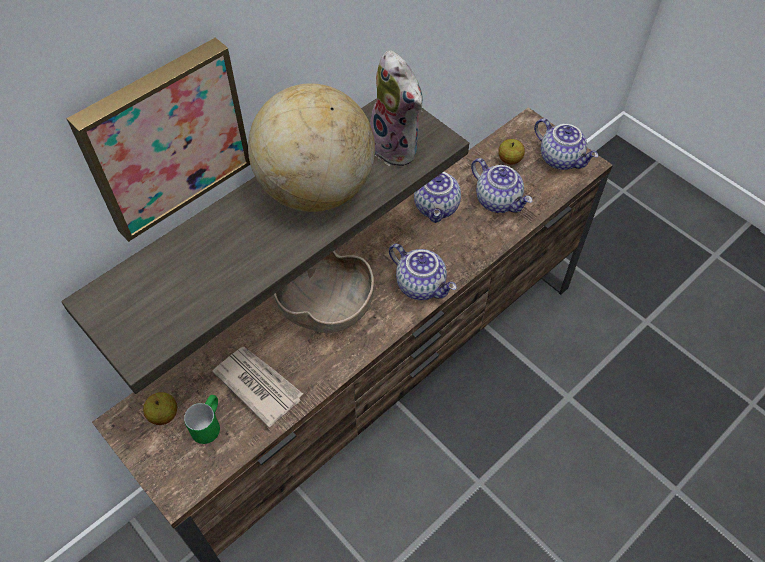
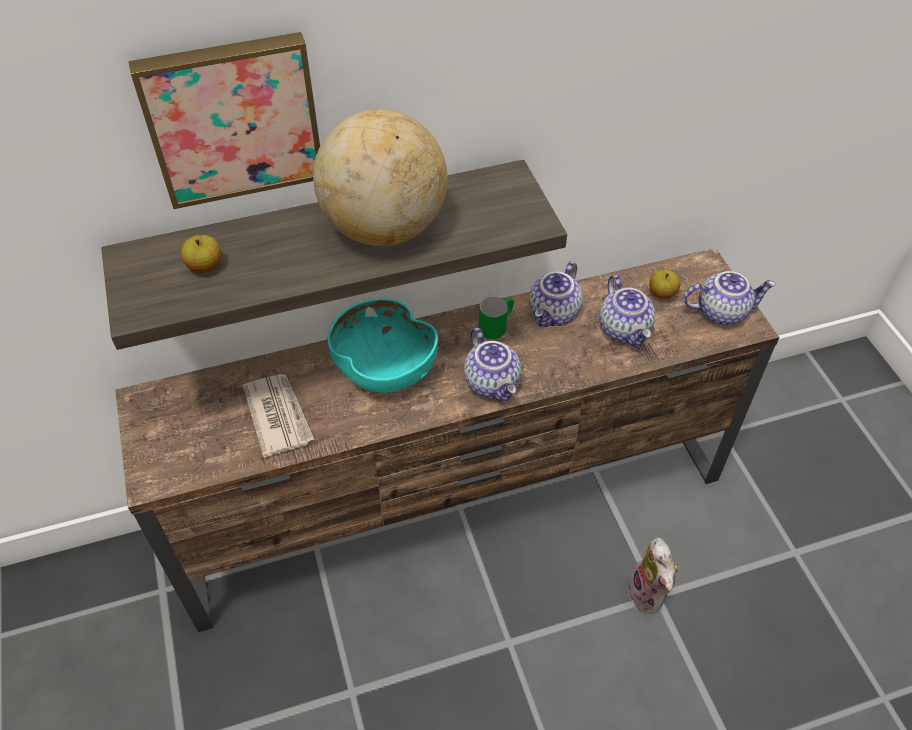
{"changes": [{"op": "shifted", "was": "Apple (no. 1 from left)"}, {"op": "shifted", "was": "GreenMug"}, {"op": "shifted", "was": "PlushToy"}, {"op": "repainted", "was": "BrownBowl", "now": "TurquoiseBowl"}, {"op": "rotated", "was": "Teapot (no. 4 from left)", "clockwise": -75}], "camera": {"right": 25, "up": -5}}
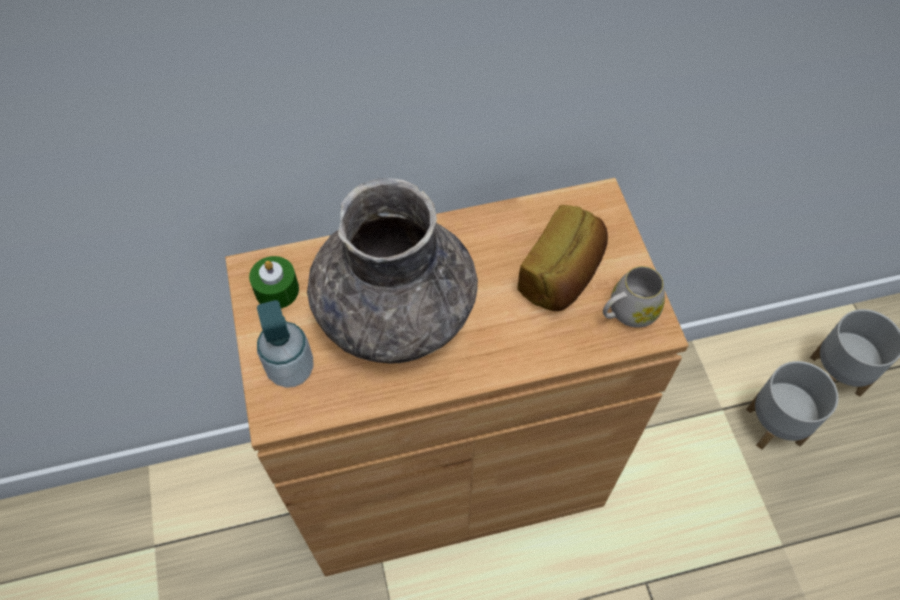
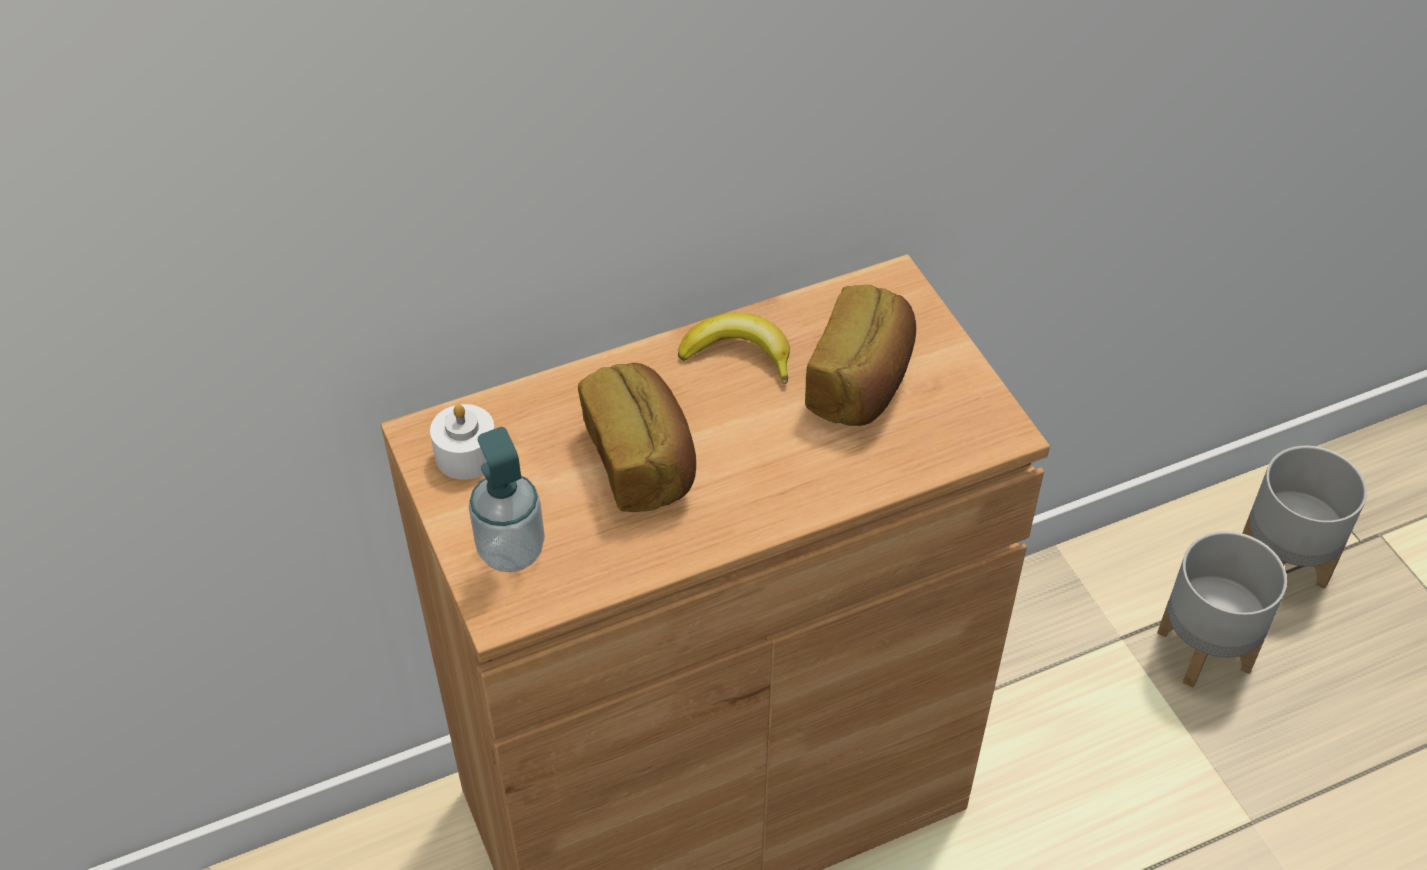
{"changes": [{"op": "gone", "was": "WhiteMug"}, {"op": "new", "now": "Banana"}, {"op": "swapped", "was": "GreyVase", "now": "Bread (no. 1 from left)"}, {"op": "repainted", "was": "GreenCandle", "now": "WhiteCandle"}], "camera": {"right": -10, "up": -10}}
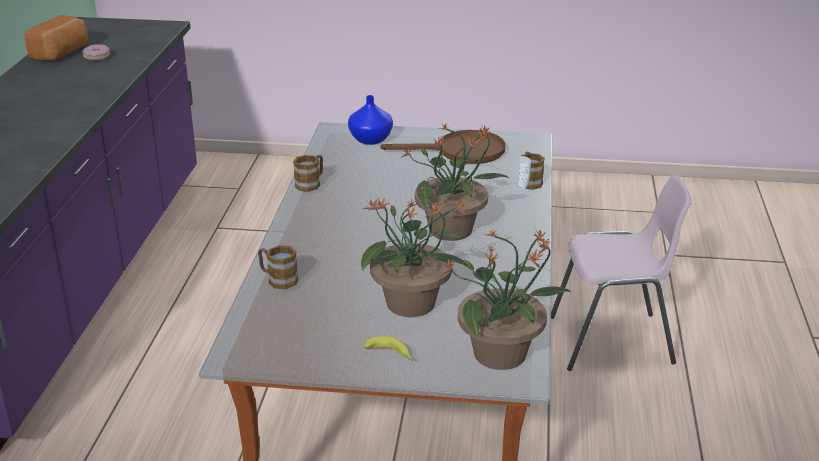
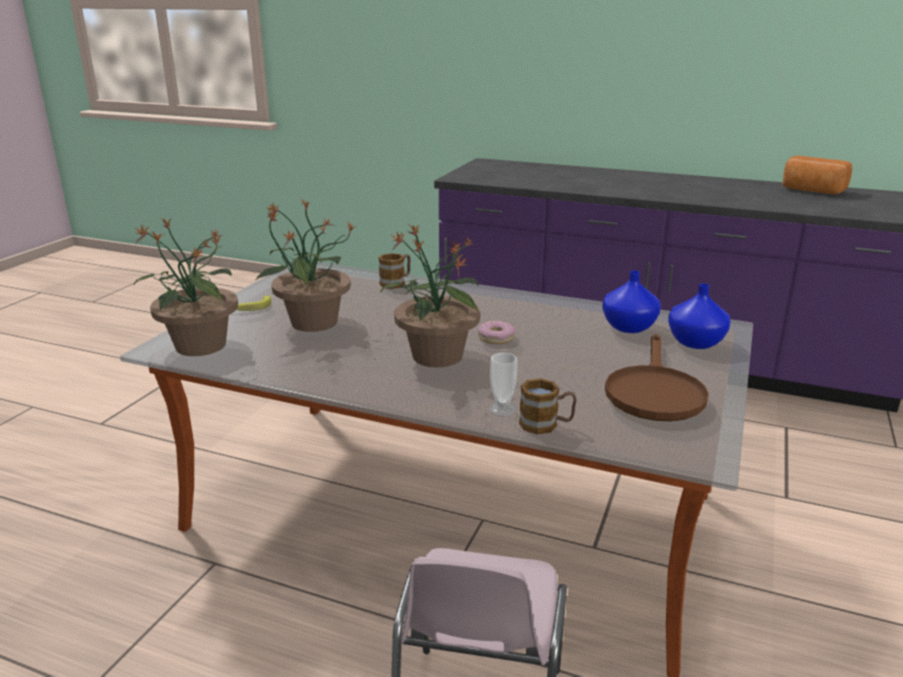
{"changes": [{"op": "gone", "was": "Mug (no. 2 from left)"}, {"op": "new", "now": "BlueVase (no. 1 from left)"}, {"op": "shifted", "was": "Donut"}], "camera": {"right": 105, "up": -5}}
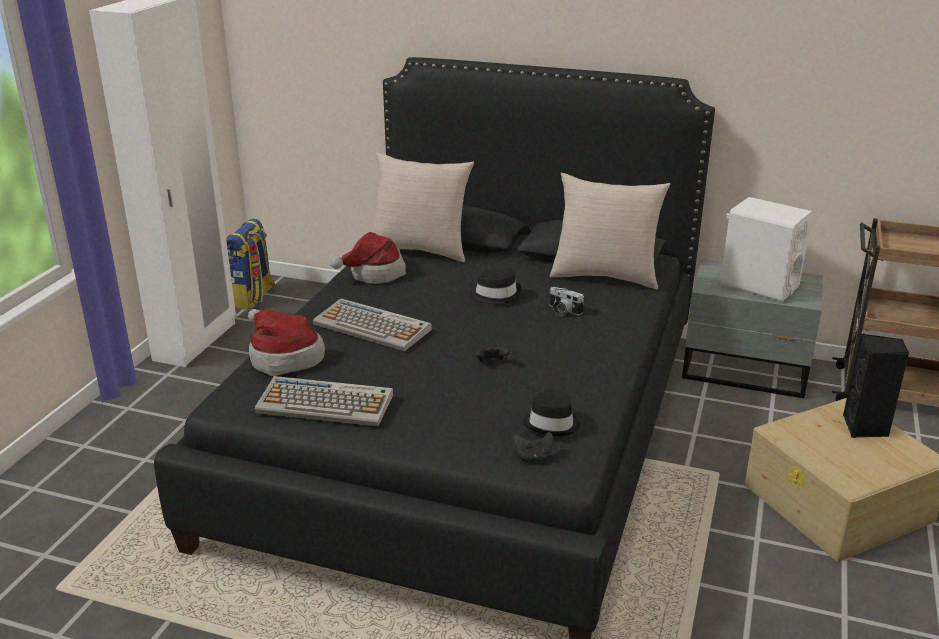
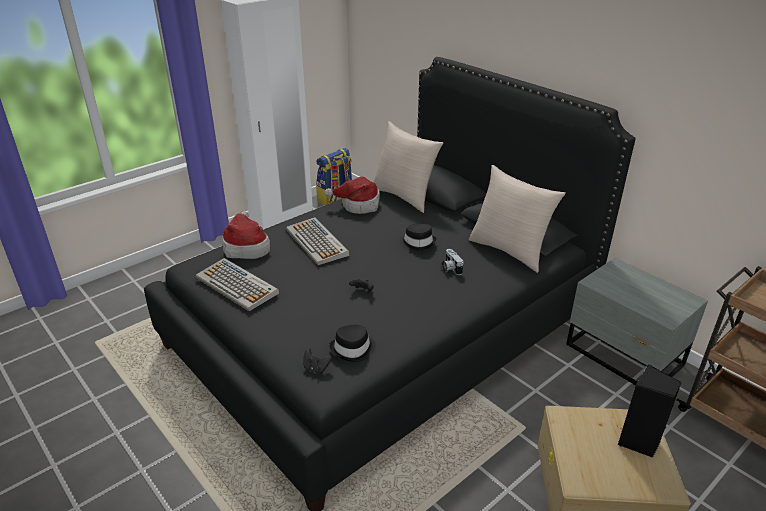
{"changes": [{"op": "gone", "was": "WhiteSpeaker"}], "camera": {"right": 30, "up": 5}}
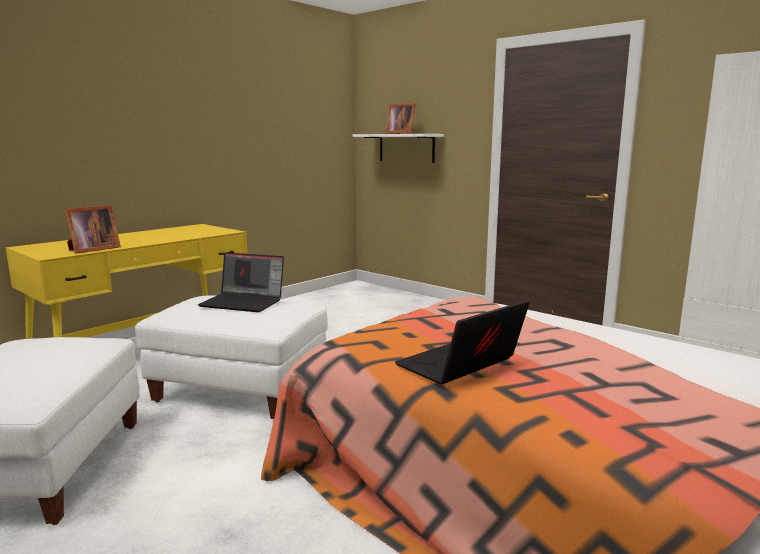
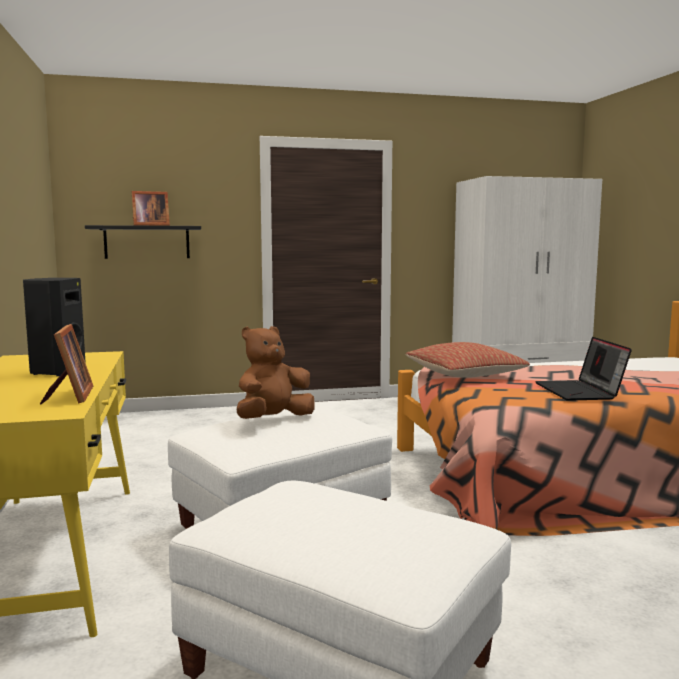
{"changes": [{"op": "new", "now": "BlackSpeaker"}, {"op": "new", "now": "Pillow"}, {"op": "swapped", "was": "Laptop (no. 1 from left)", "now": "BrownPlushToy"}, {"op": "repainted", "was": "WhiteShelf", "now": "BlackShelf"}], "camera": {"right": -55, "up": -5}}
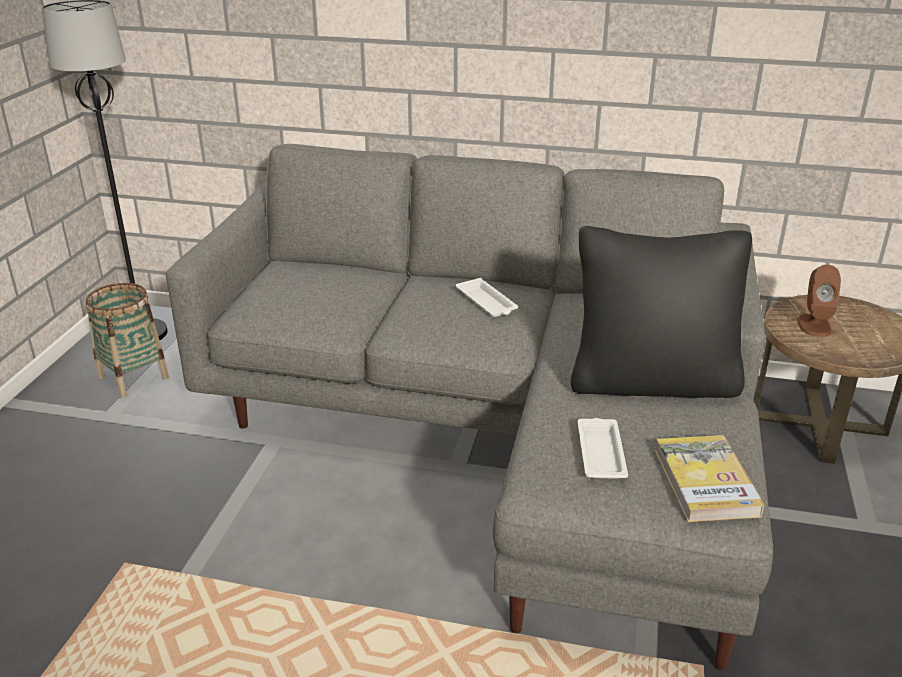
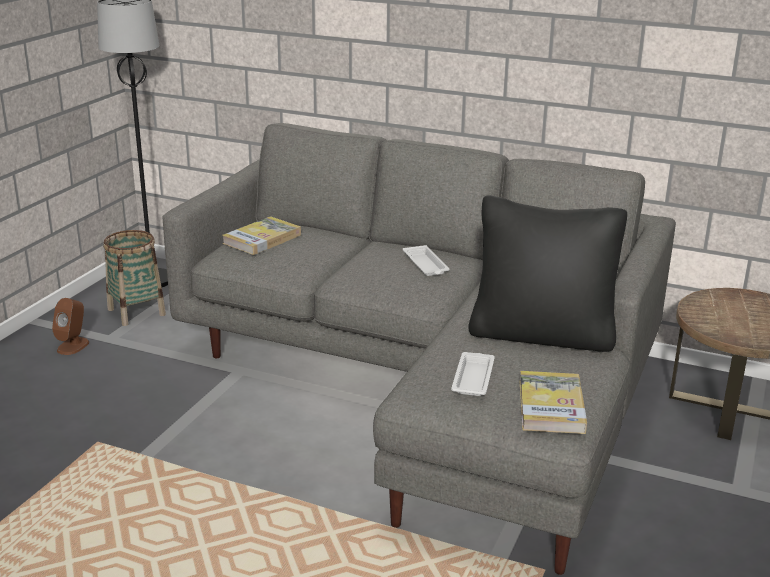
{"changes": [{"op": "new", "now": "Book (no. 1 from left)"}, {"op": "shifted", "was": "BrownSpeaker"}], "camera": {"right": 10, "up": -5}}
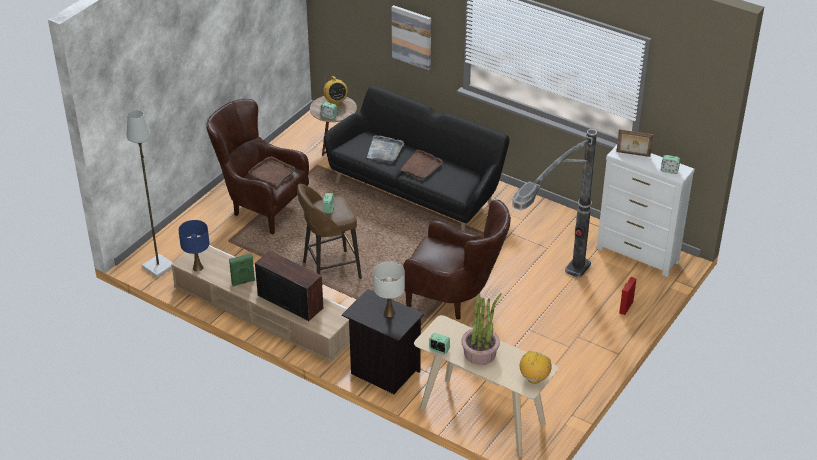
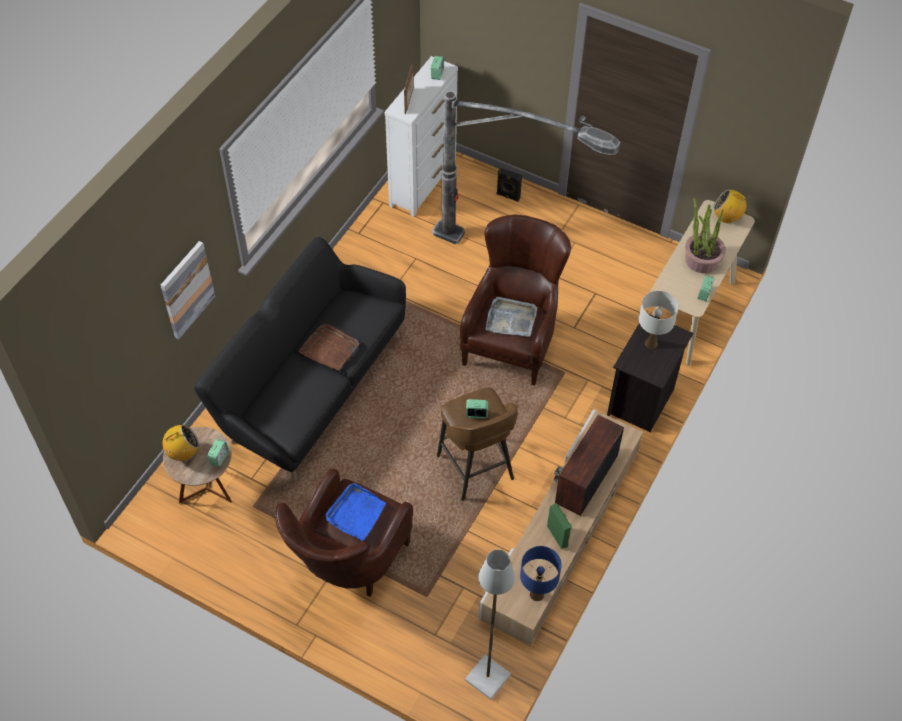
{"changes": [{"op": "shifted", "was": "GreyTray"}, {"op": "repainted", "was": "BrownTray (no. 1 from left)", "now": "BlueTray"}, {"op": "repainted", "was": "RedSpeaker", "now": "BlackSpeaker"}], "camera": {"right": -95, "up": 15}}
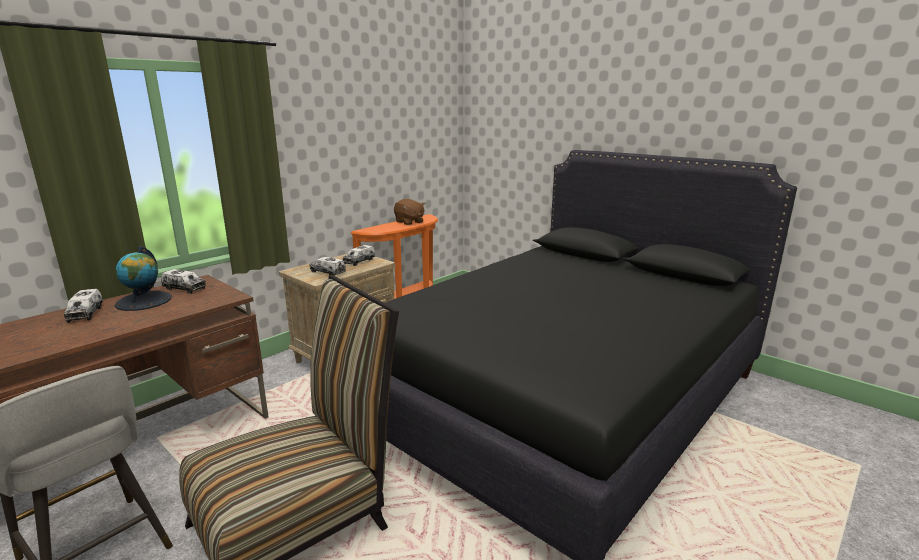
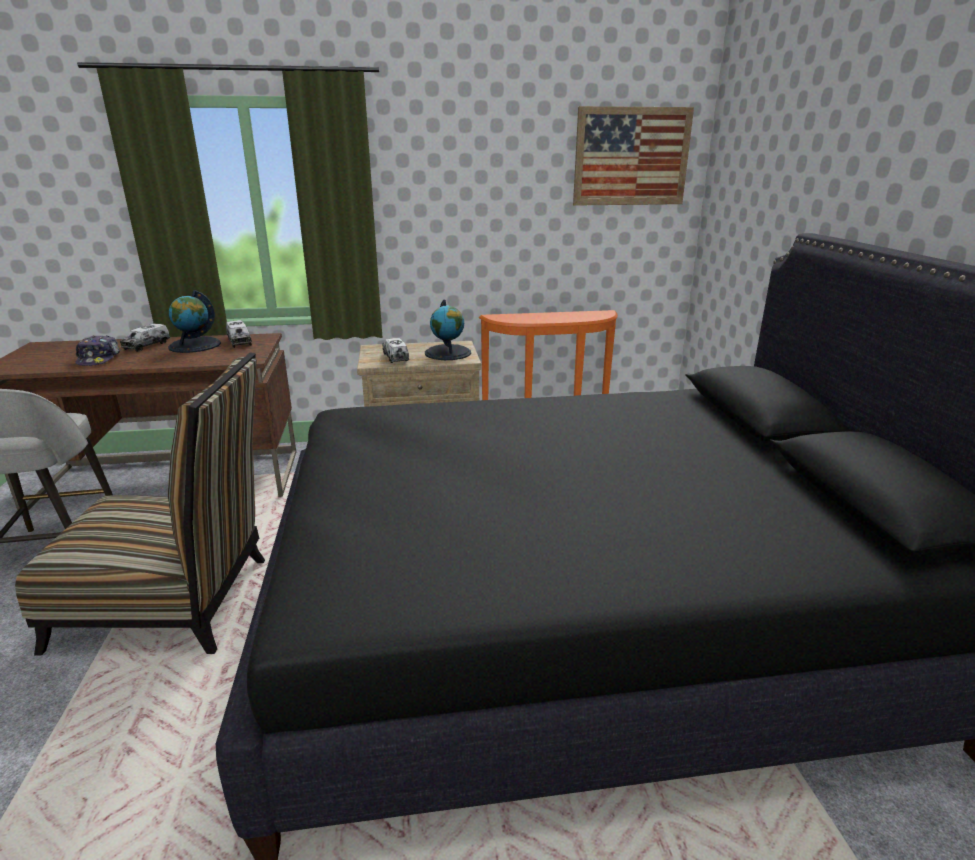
{"changes": [{"op": "gone", "was": "BrownPlushToy"}, {"op": "new", "now": "Cap"}, {"op": "new", "now": "Picture"}, {"op": "swapped", "was": "ToyTruck (no. 4 from left)", "now": "Globe (no. 2 from left)"}], "camera": {"right": 40, "up": 5}}
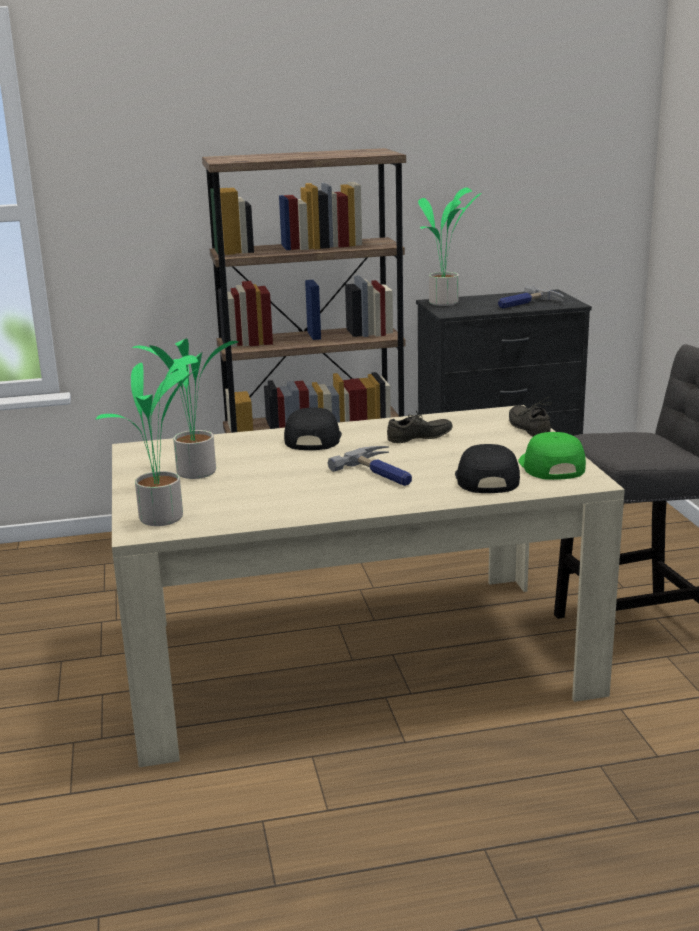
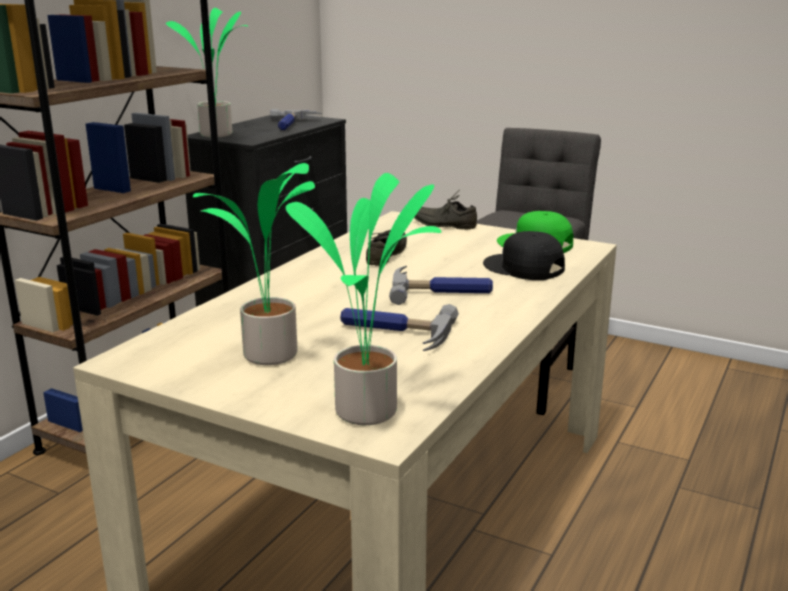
{"changes": [{"op": "gone", "was": "BlackCap (no. 1 from left)"}, {"op": "new", "now": "Hammer (no. 2 from left)"}], "camera": {"right": -50, "up": 0}}
